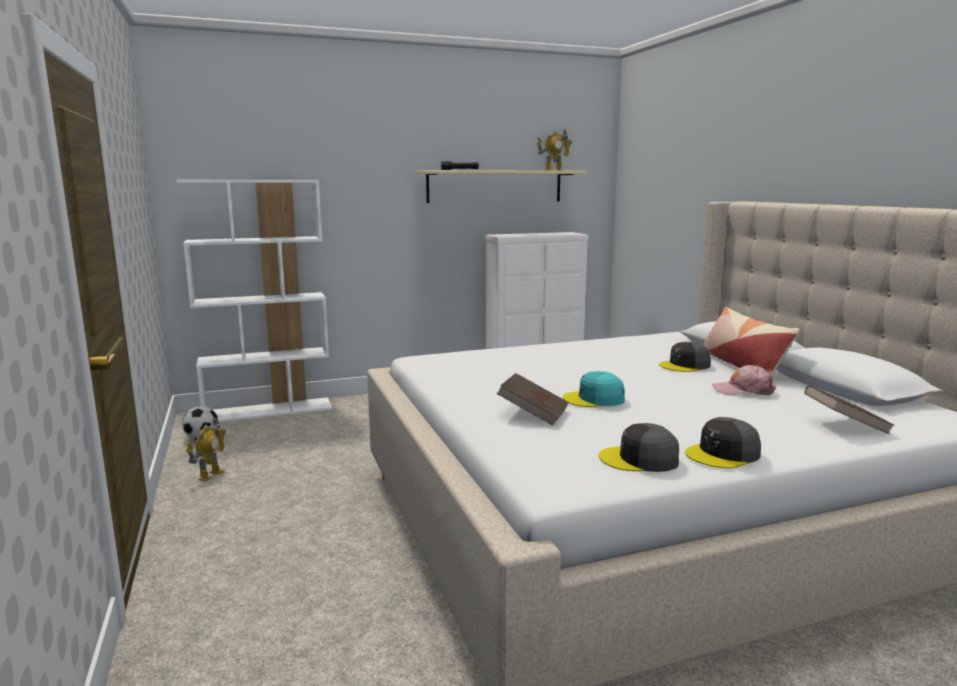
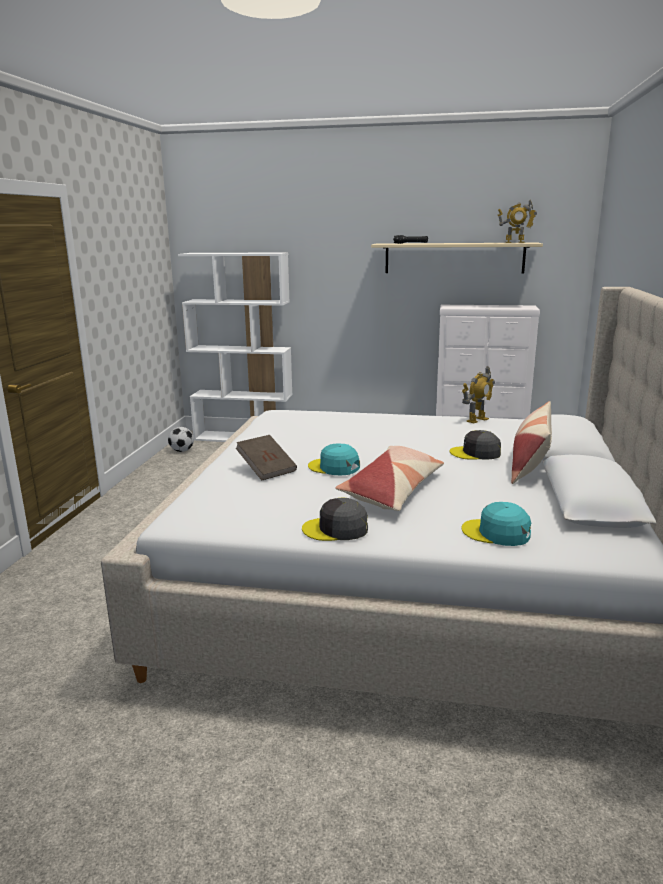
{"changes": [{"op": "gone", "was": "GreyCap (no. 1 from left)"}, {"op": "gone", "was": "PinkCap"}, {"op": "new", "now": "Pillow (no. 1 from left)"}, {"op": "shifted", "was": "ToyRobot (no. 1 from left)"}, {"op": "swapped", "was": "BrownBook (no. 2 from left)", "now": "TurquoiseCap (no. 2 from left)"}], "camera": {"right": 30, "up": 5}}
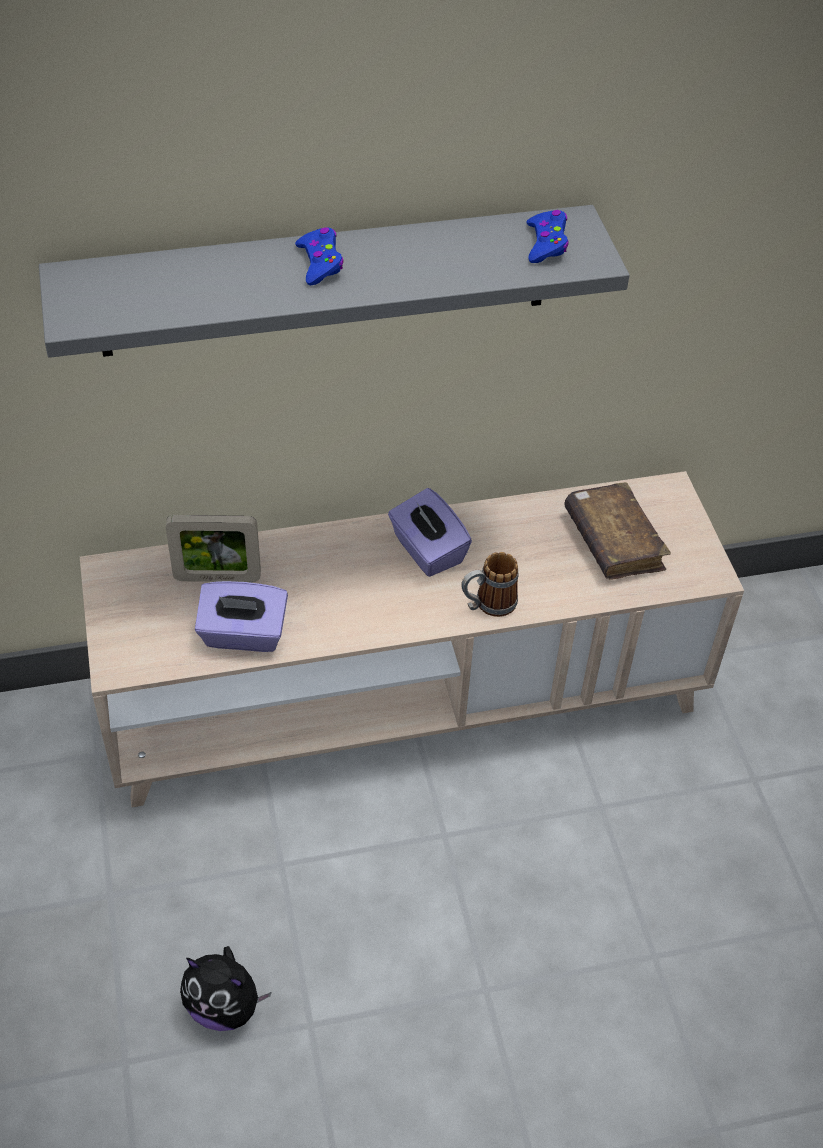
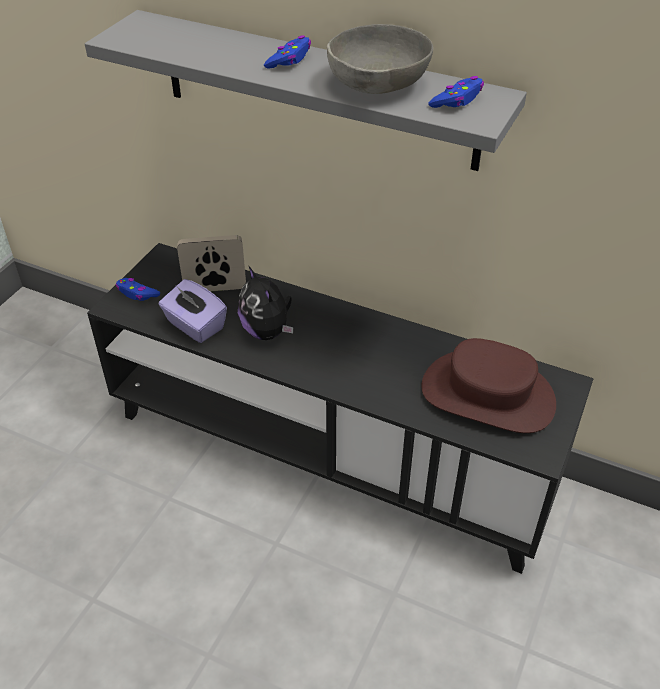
{"changes": [{"op": "gone", "was": "PurpleTissueBox (no. 2 from left)"}, {"op": "gone", "was": "Mug"}, {"op": "new", "now": "BlueGameController (no. 1 from left)"}, {"op": "new", "now": "GreyBowl"}, {"op": "shifted", "was": "PlushToy"}, {"op": "swapped", "was": "BrownBook", "now": "BrownHat"}, {"op": "repainted", "was": "BeigeTvStand", "now": "BlackTvStand"}, {"op": "rotated", "was": "PictureFrame", "clockwise": 135}], "camera": {"right": 40, "up": -5}}
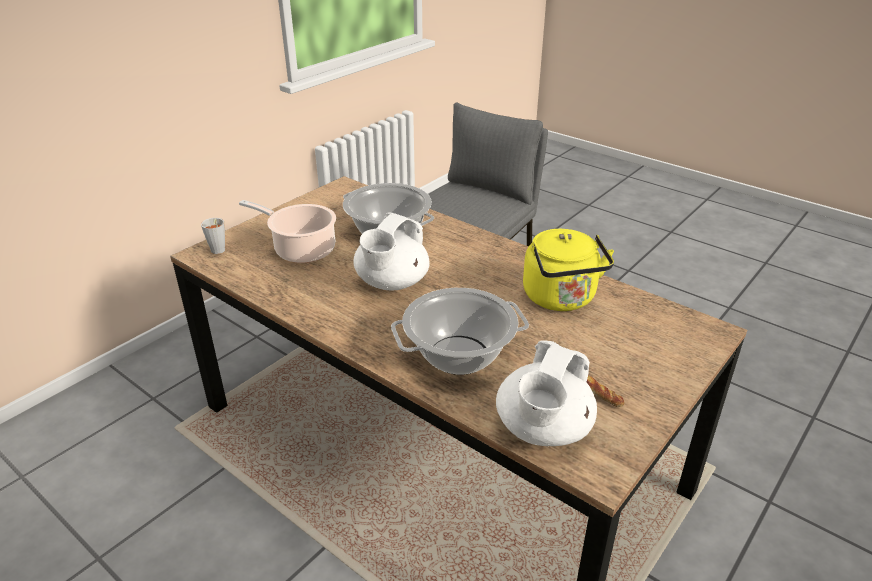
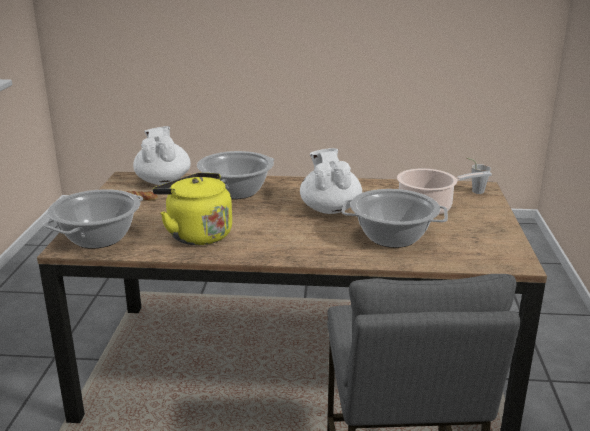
{"changes": [{"op": "new", "now": "CookingPot (no. 1 from left)"}], "camera": {"right": 145, "up": -10}}
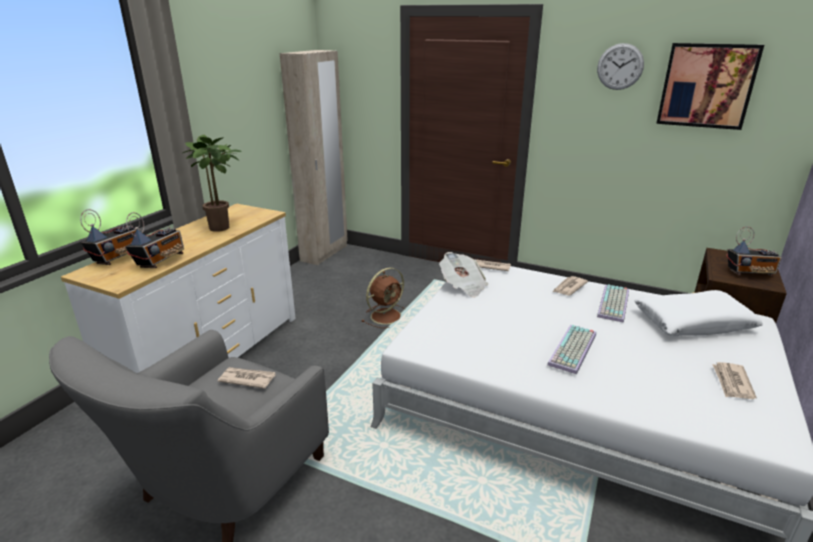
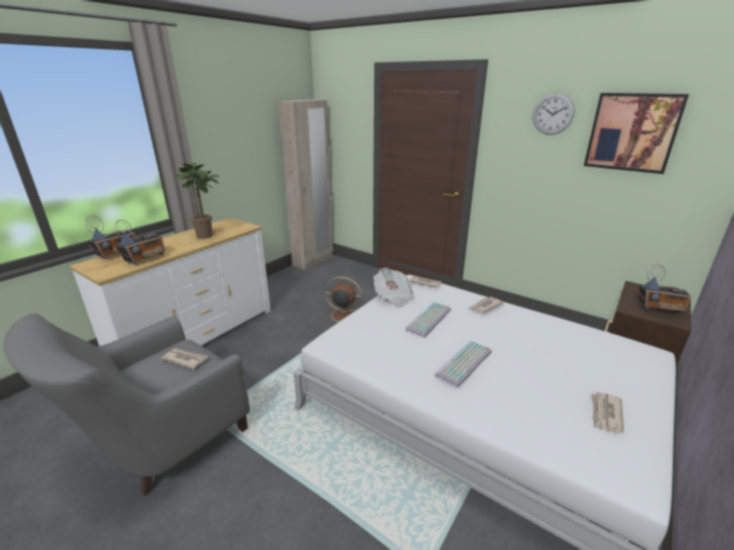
{"changes": [{"op": "gone", "was": "WhitePillow"}, {"op": "shifted", "was": "Keyboard (no. 2 from left in the first image)", "now": "Keyboard (no. 1 from left)"}, {"op": "rotated", "was": "BrownFan", "clockwise": -135}], "camera": {"right": 10, "up": 0}}
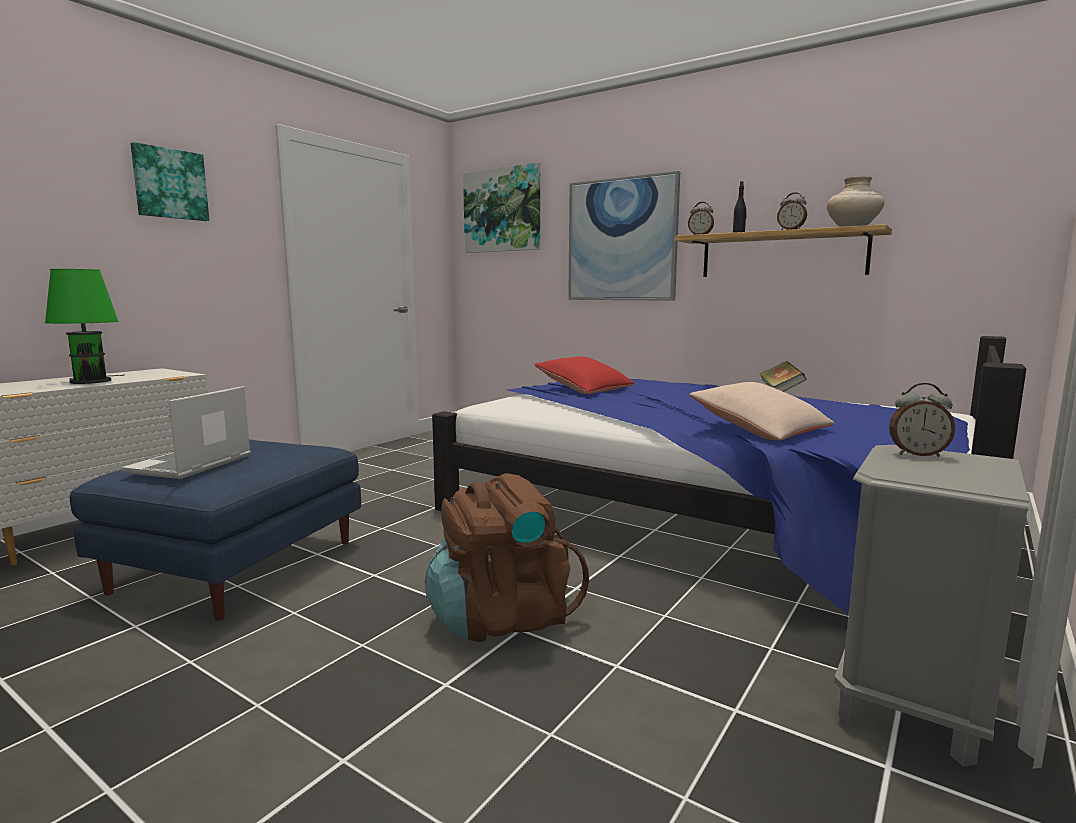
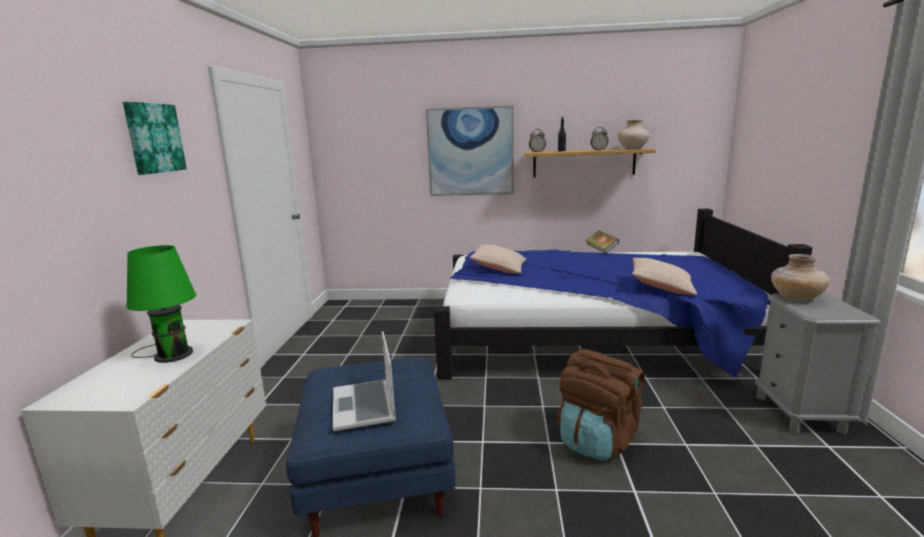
{"changes": [{"op": "gone", "was": "Picture (no. 2 from left)"}, {"op": "swapped", "was": "AlarmClock (no. 3 from left)", "now": "BeigeVase (no. 2 from left)"}, {"op": "repainted", "was": "RedPillow", "now": "BeigePillow (no. 1 from left)"}], "camera": {"right": -30, "up": 5}}
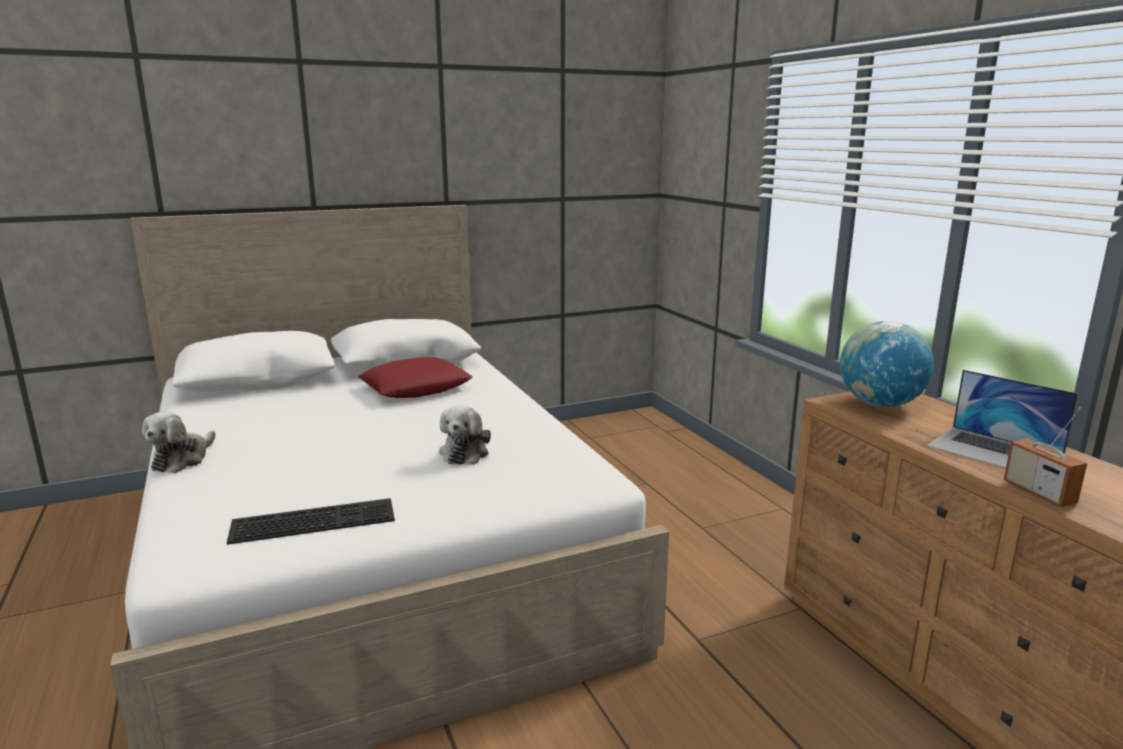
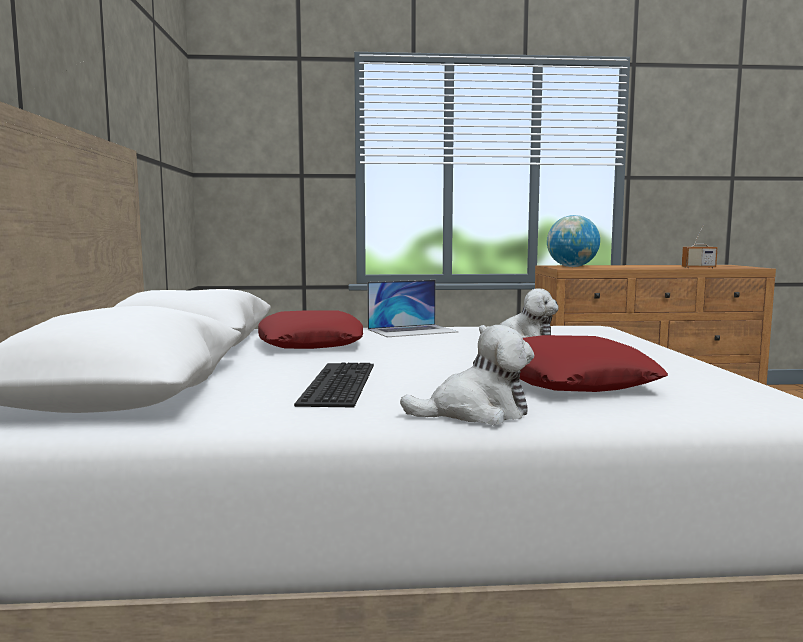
{"changes": [{"op": "new", "now": "RedPillow (no. 2 from left)"}, {"op": "shifted", "was": "Keyboard"}, {"op": "shifted", "was": "Laptop"}, {"op": "rotated", "was": "PlushToy (no. 1 from left)", "clockwise": -45}], "camera": {"right": -70, "up": -10}}
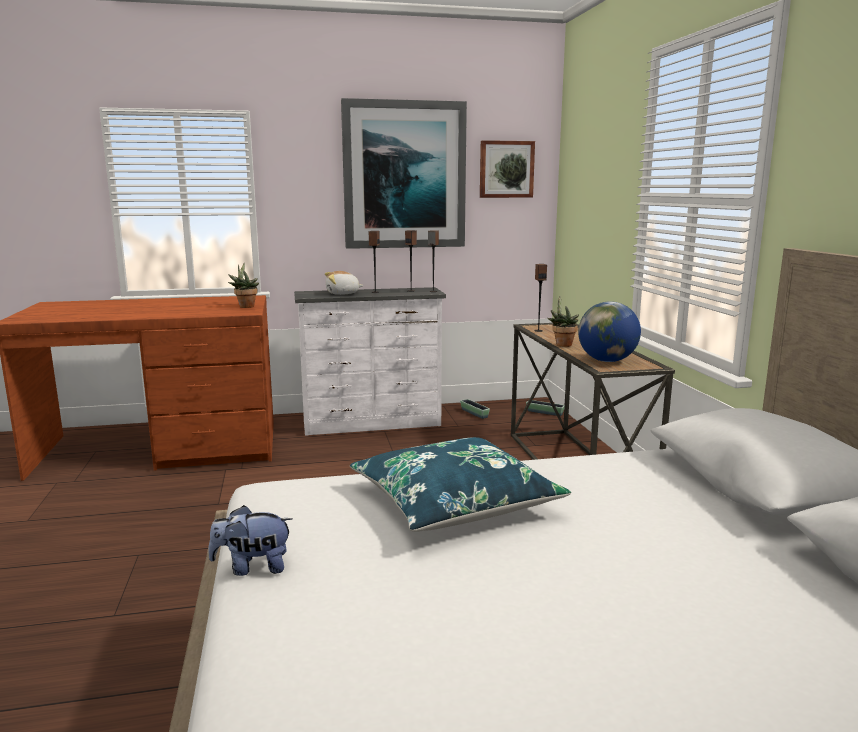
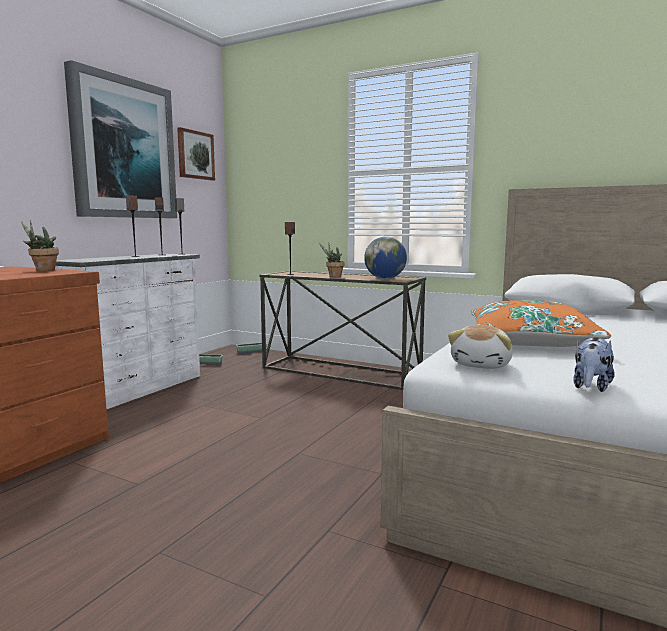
{"changes": [{"op": "shifted", "was": "PlushToy (no. 2 from left in the first image)", "now": "PlushToy (no. 1 from left)"}, {"op": "repainted", "was": "BluePillow", "now": "OrangePillow"}], "camera": {"right": -50, "up": -5}}
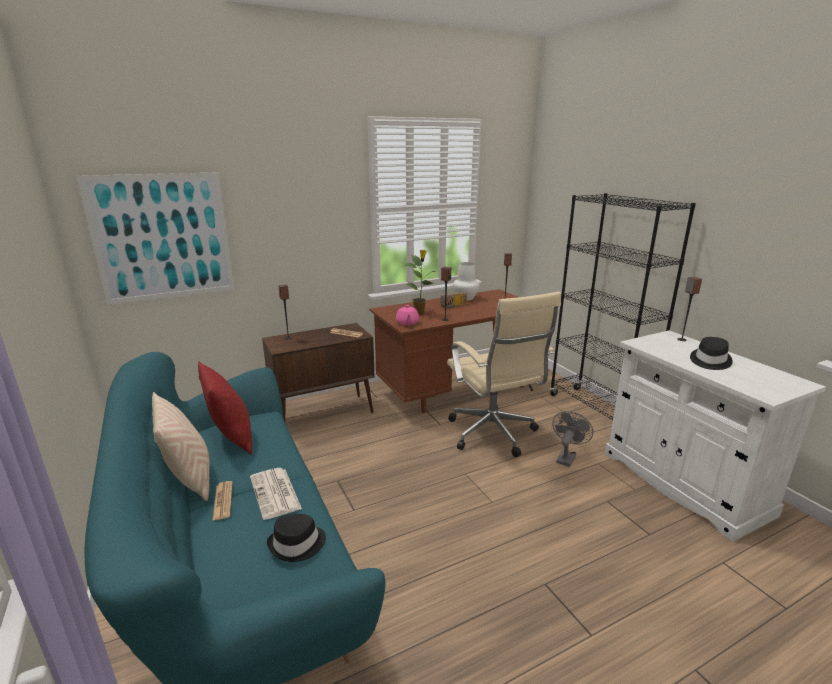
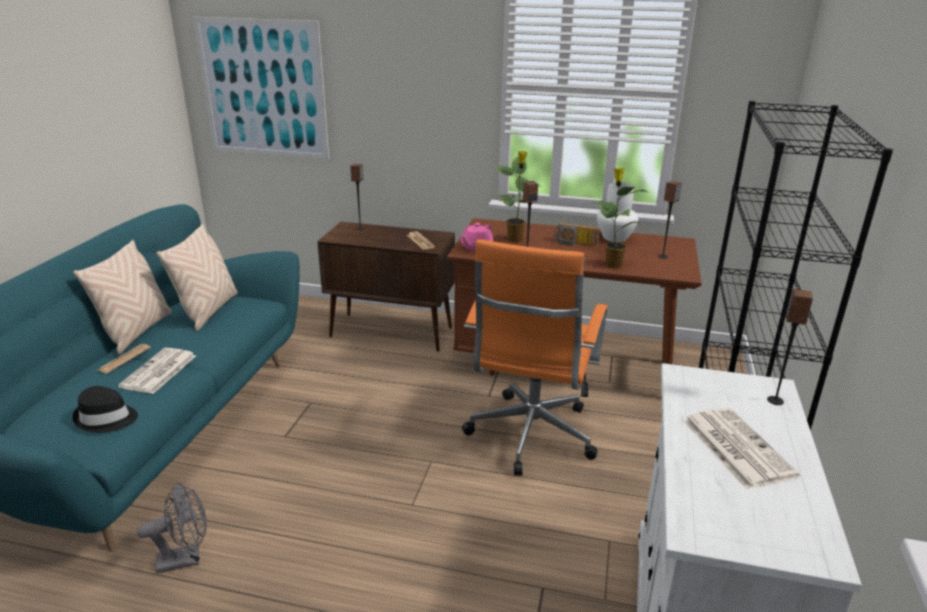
{"changes": [{"op": "new", "now": "PottedPlant (no. 2 from left)"}, {"op": "shifted", "was": "GreyFan"}, {"op": "swapped", "was": "BlackHat (no. 2 from left)", "now": "Newspaper (no. 4 from left)"}, {"op": "repainted", "was": "RedPillow", "now": "BeigePillow (no. 2 from left)"}, {"op": "repainted", "was": "BeigeOfficeChair", "now": "OrangeOfficeChair"}], "camera": {"right": 40, "up": 5}}
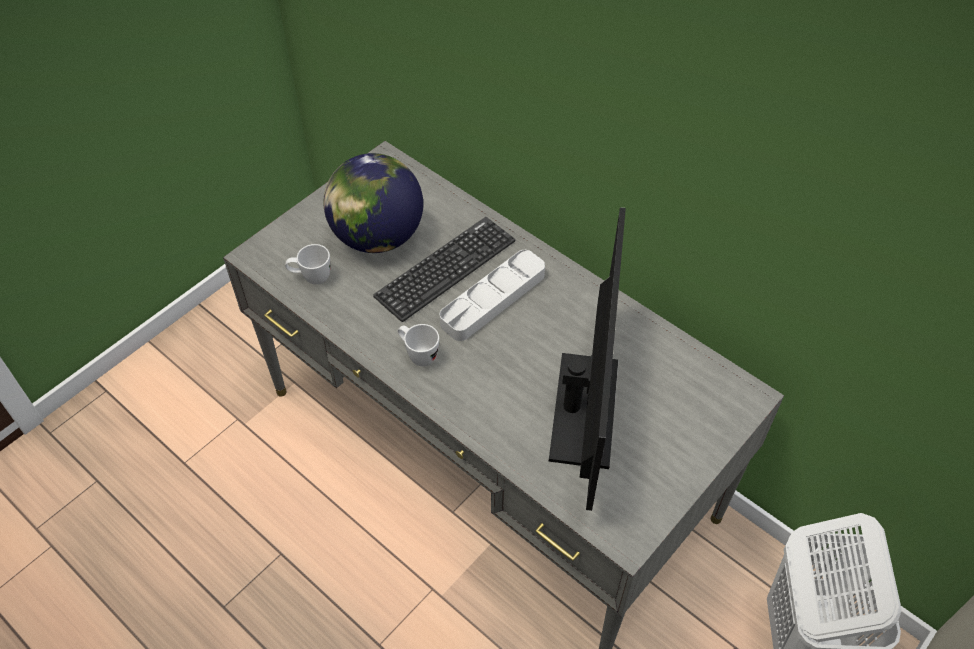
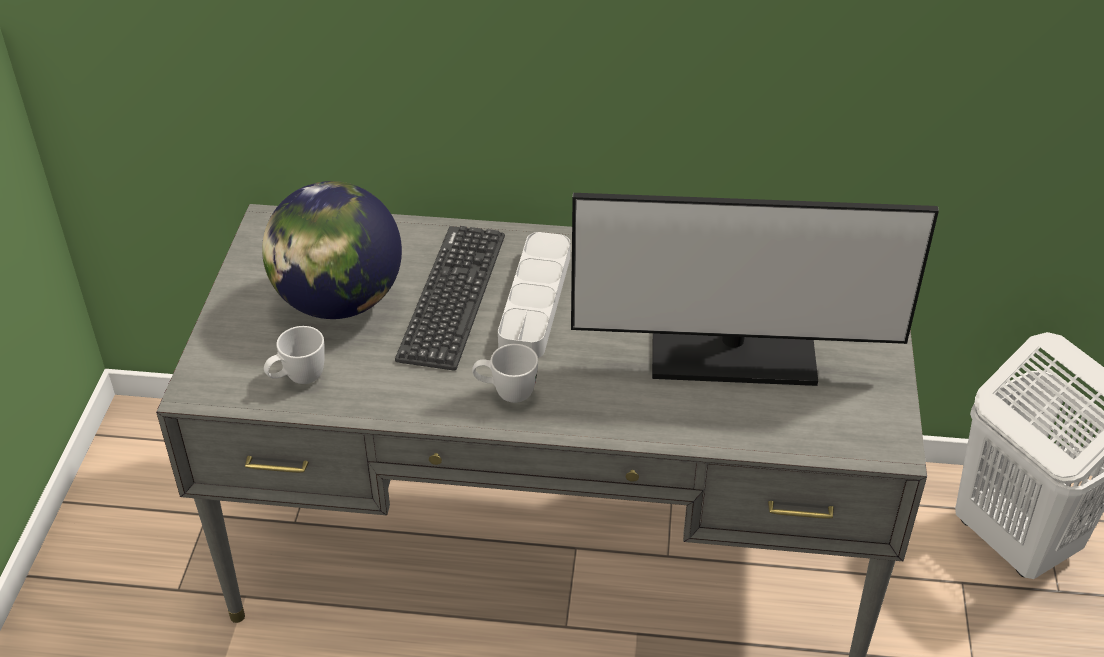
{"changes": [{"op": "rotated", "was": "Monitor", "clockwise": 120}], "camera": {"right": -35, "up": -10}}
